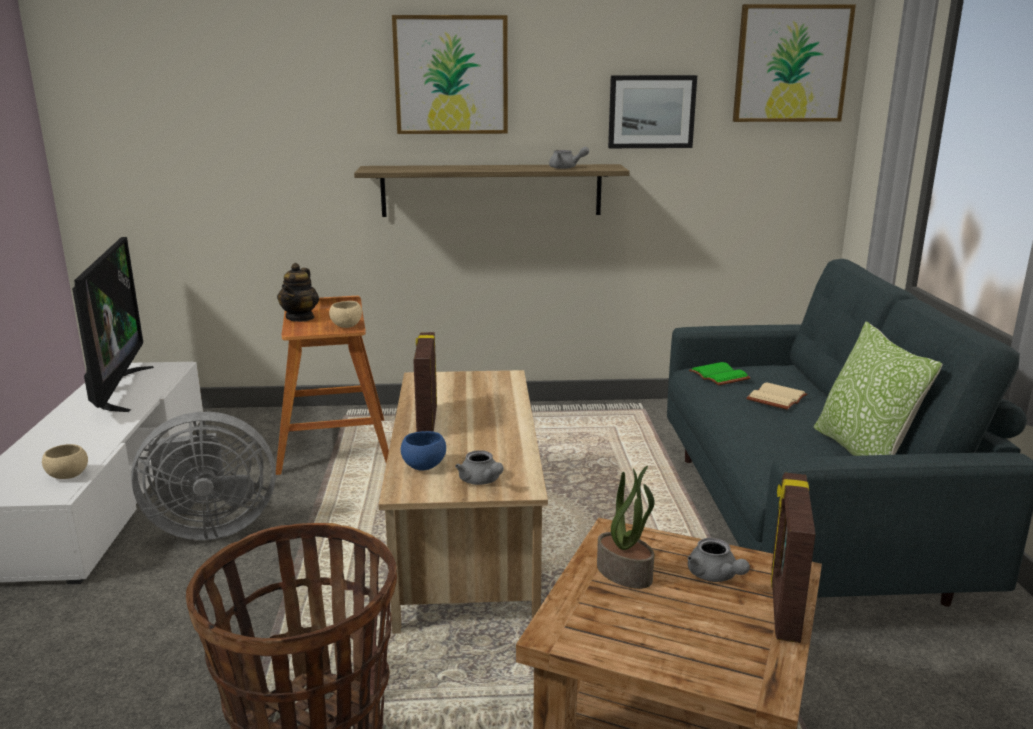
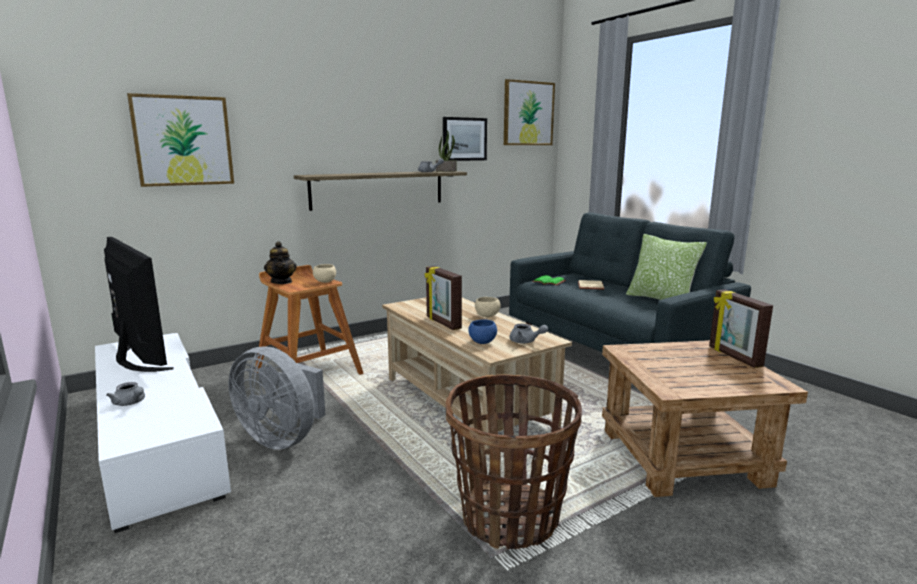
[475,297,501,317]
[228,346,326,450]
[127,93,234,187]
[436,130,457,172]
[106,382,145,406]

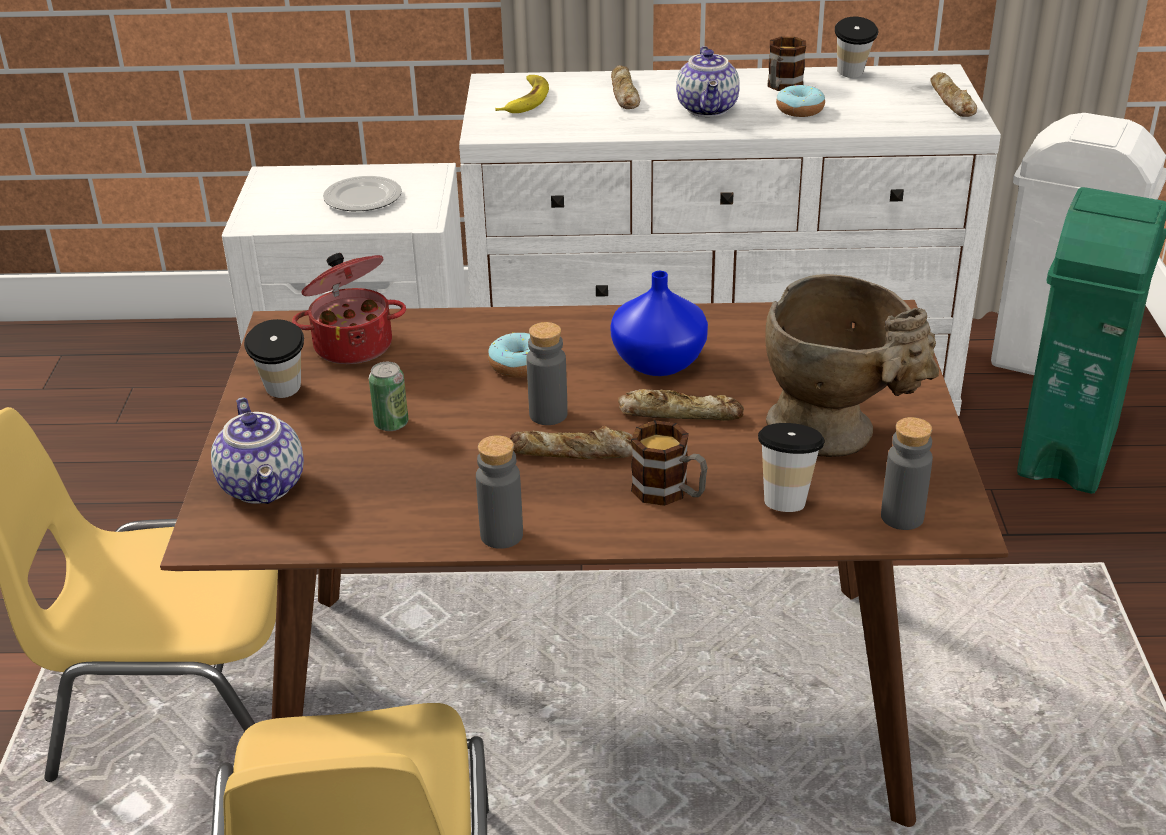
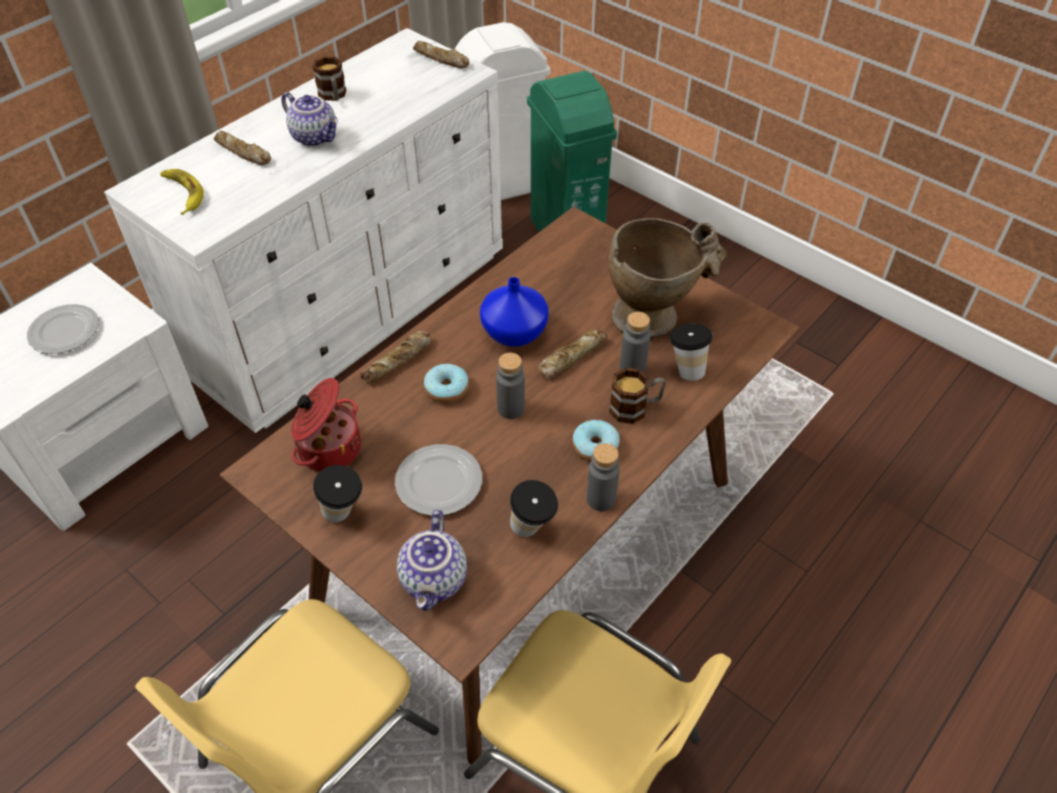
[397,510,467,611]
[395,444,482,516]
[360,331,431,384]
[572,420,620,462]
[510,480,558,537]
[620,312,650,373]

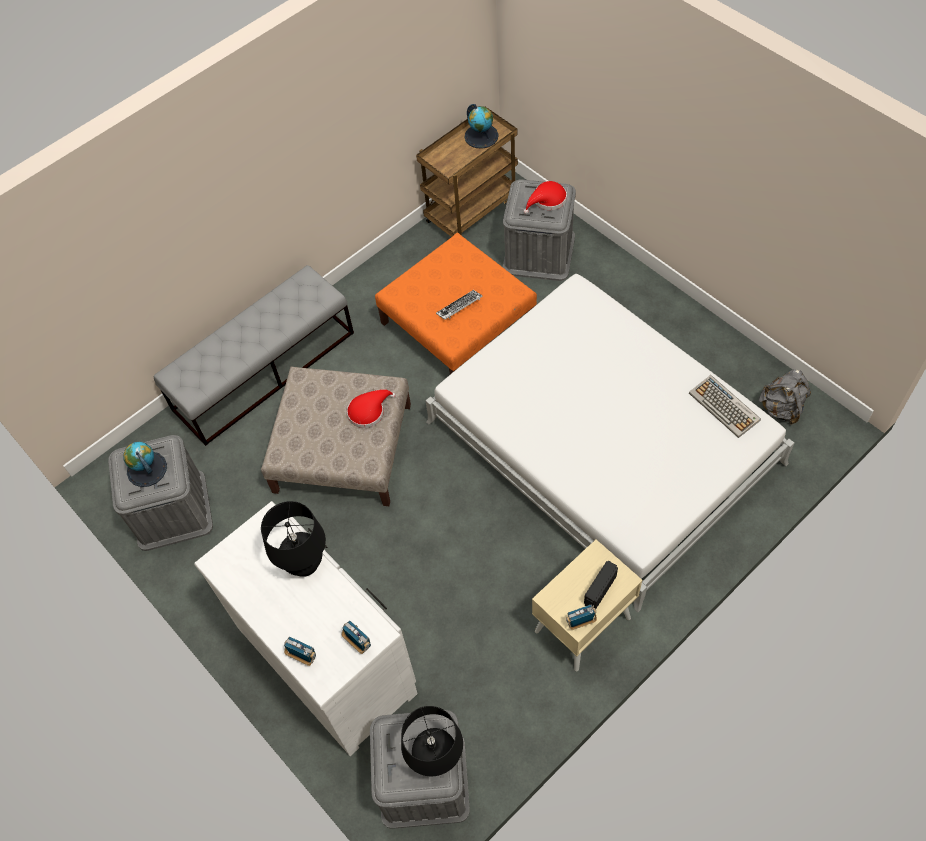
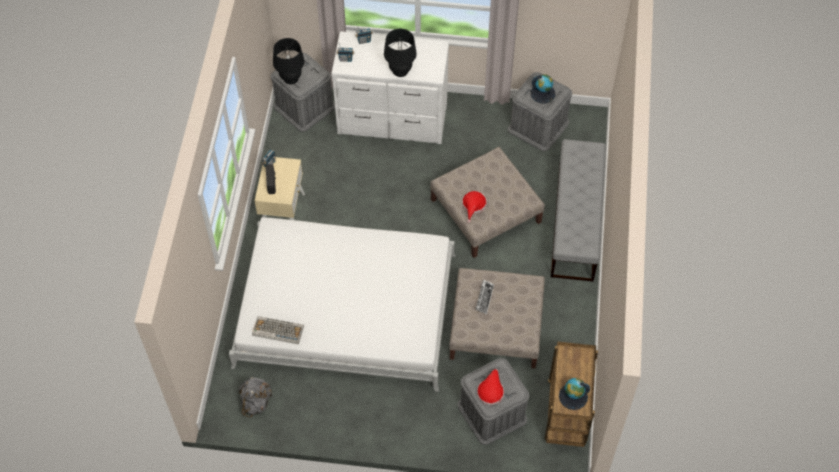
[449,268,545,368]

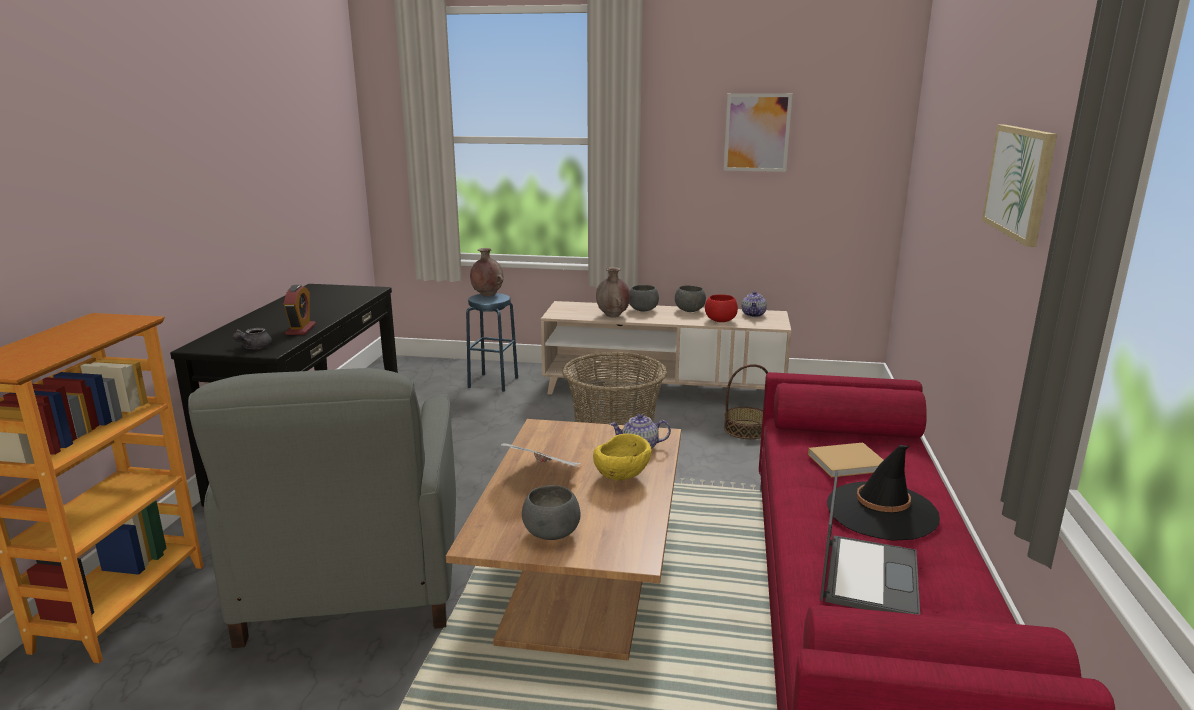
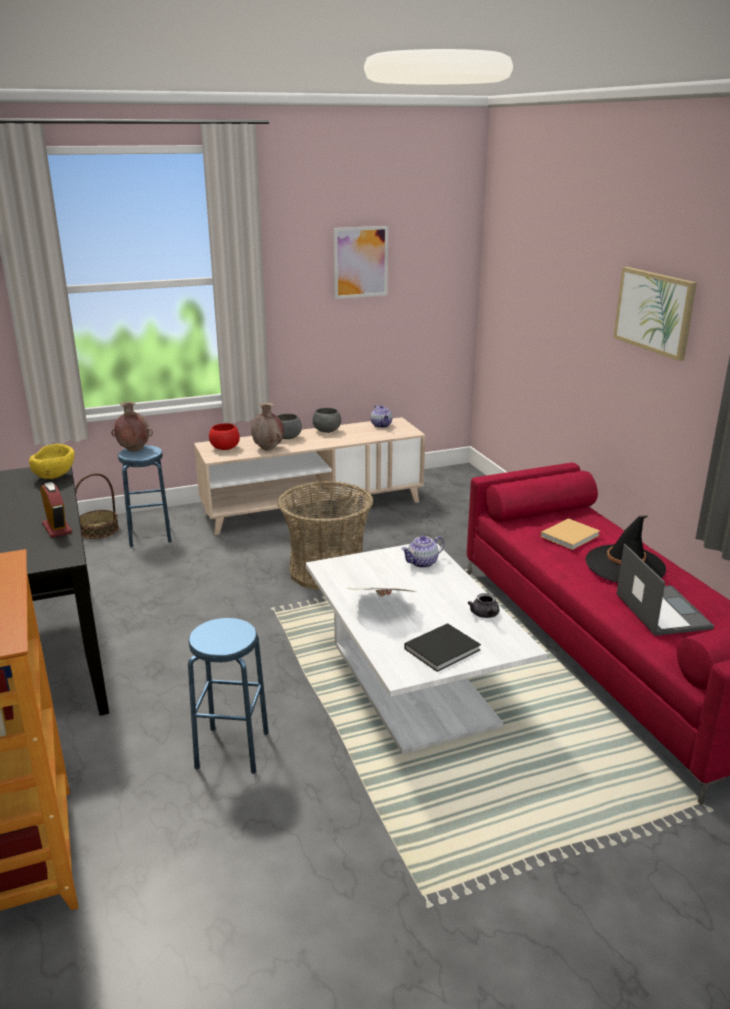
[188,618,269,774]
[468,593,499,618]
[306,544,547,754]
[404,623,481,672]
[29,444,75,479]
[209,423,240,450]
[75,473,119,539]

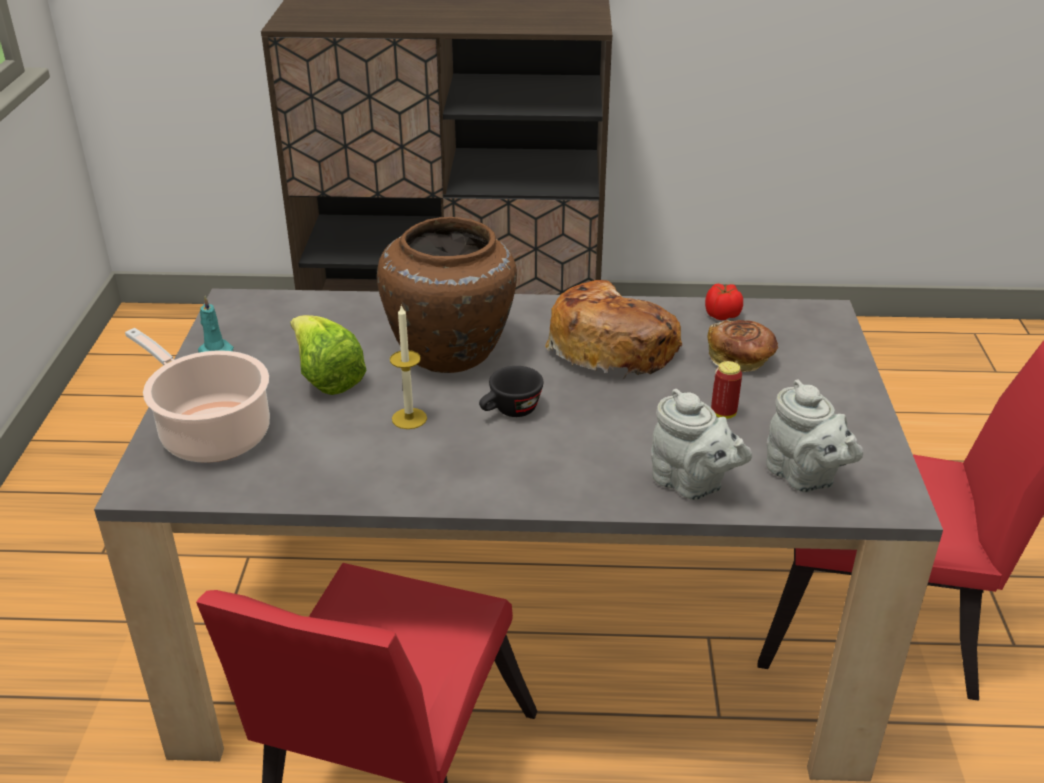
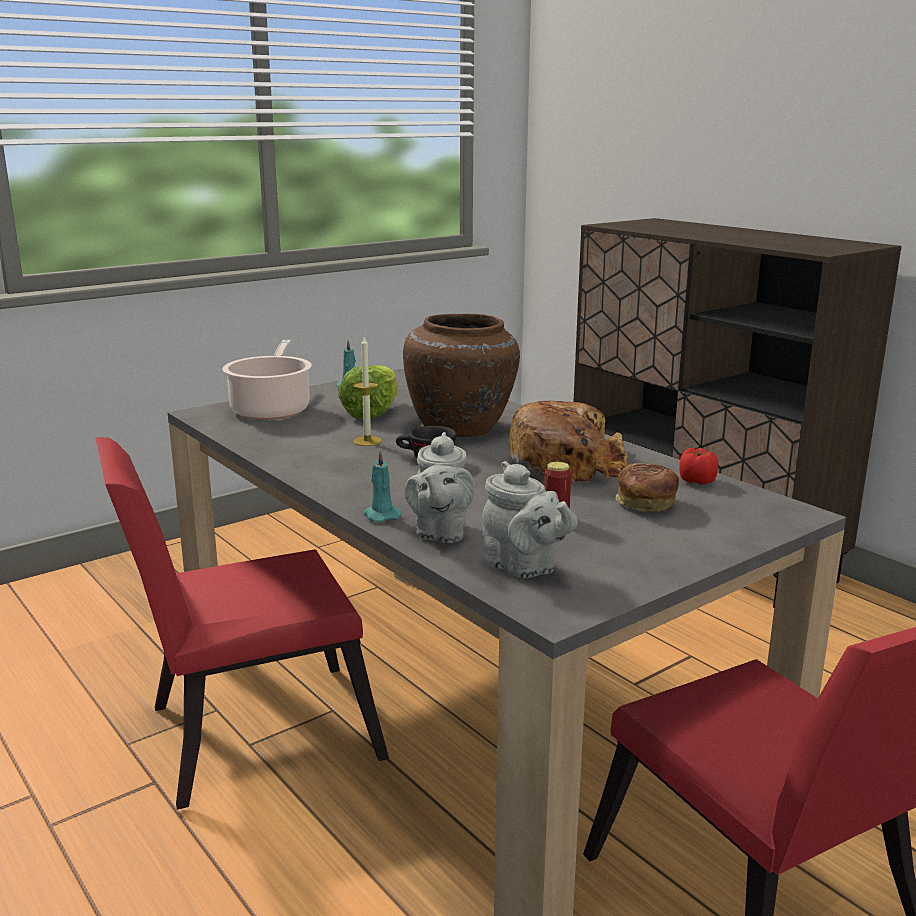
[482,461,578,578]
[364,450,402,522]

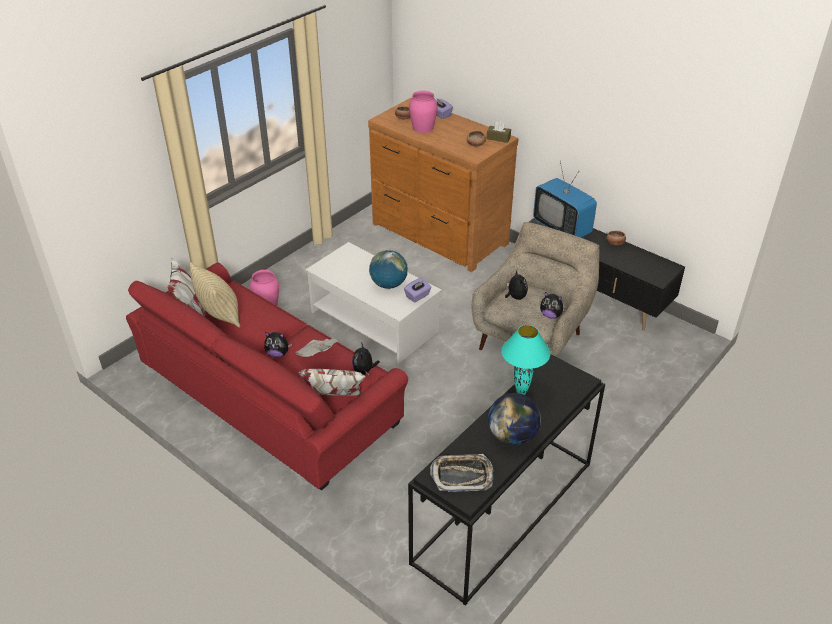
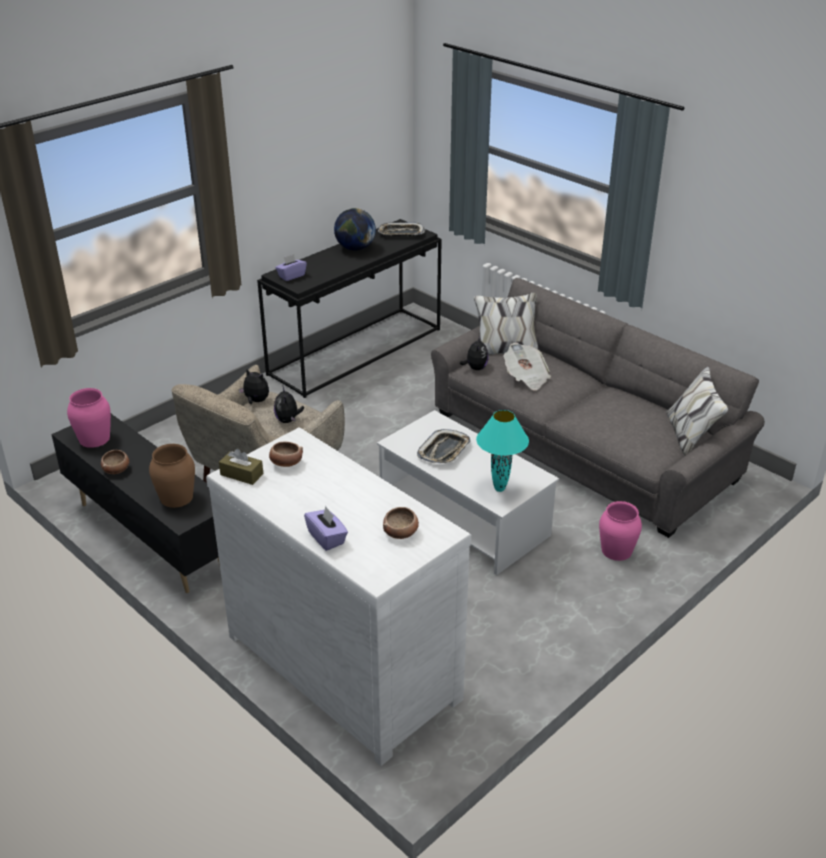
[431,278,765,538]
[189,262,241,328] (first image)
[264,332,292,358] (first image)
[206,427,471,766]
[417,429,471,463]
[275,254,307,281]
[67,388,111,448]
[476,410,529,492]
[149,444,195,508]

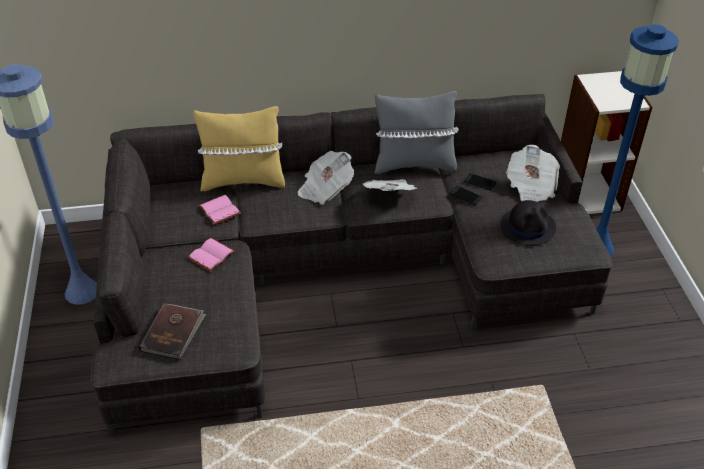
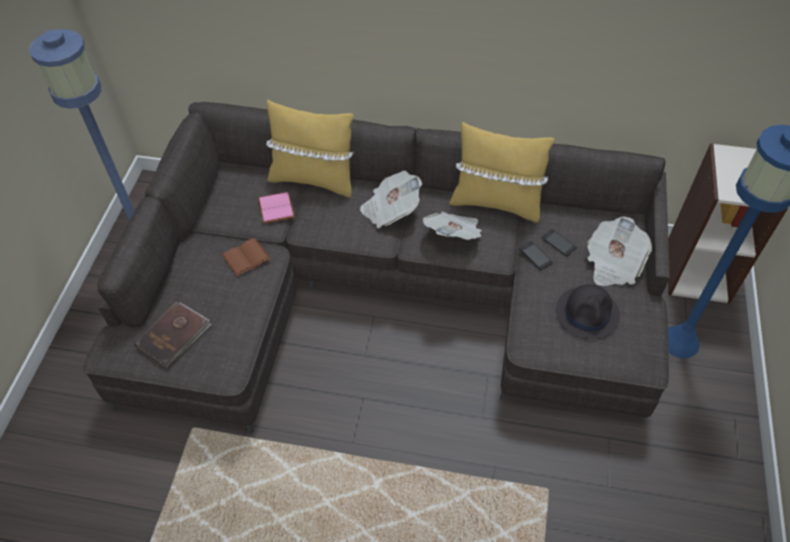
[222,238,270,277]
[449,122,554,223]

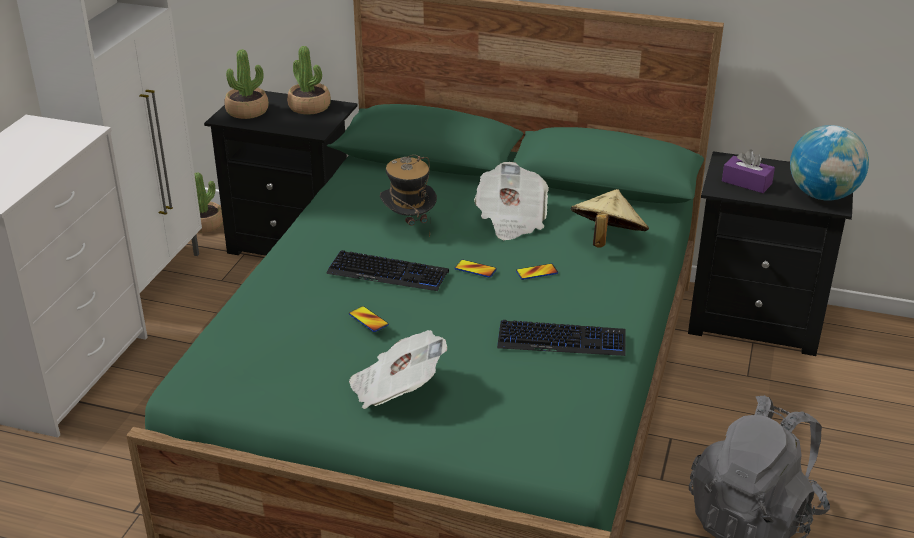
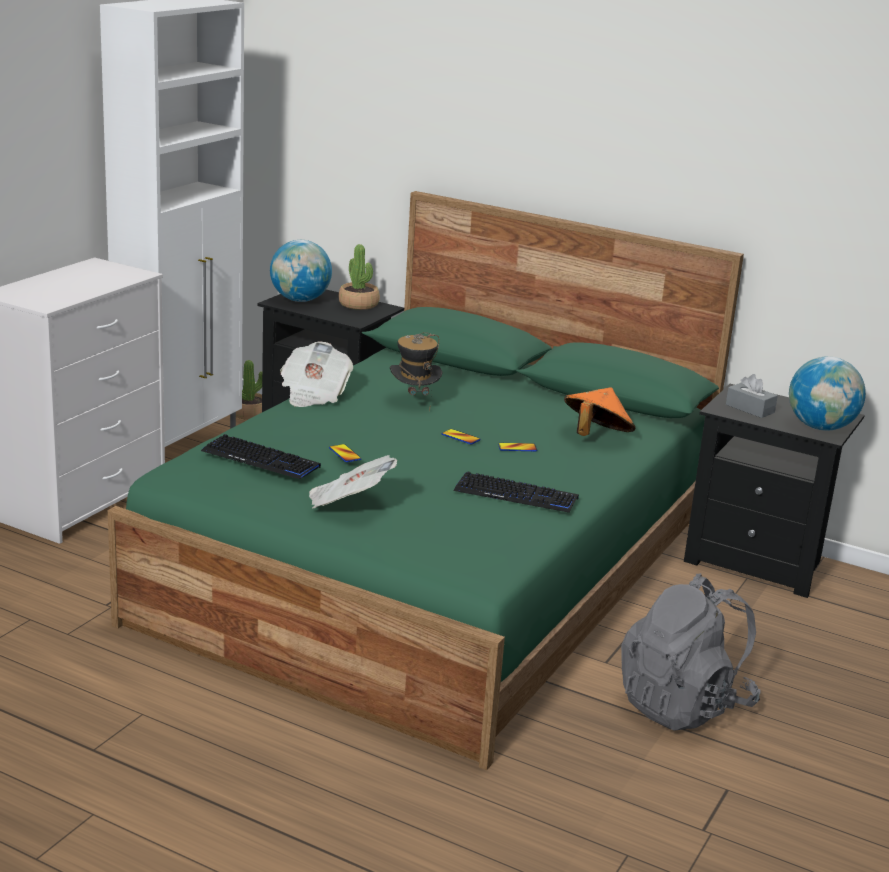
[270,240,332,302]
[201,434,321,479]
[280,341,353,407]
[564,387,636,436]
[726,374,778,418]

